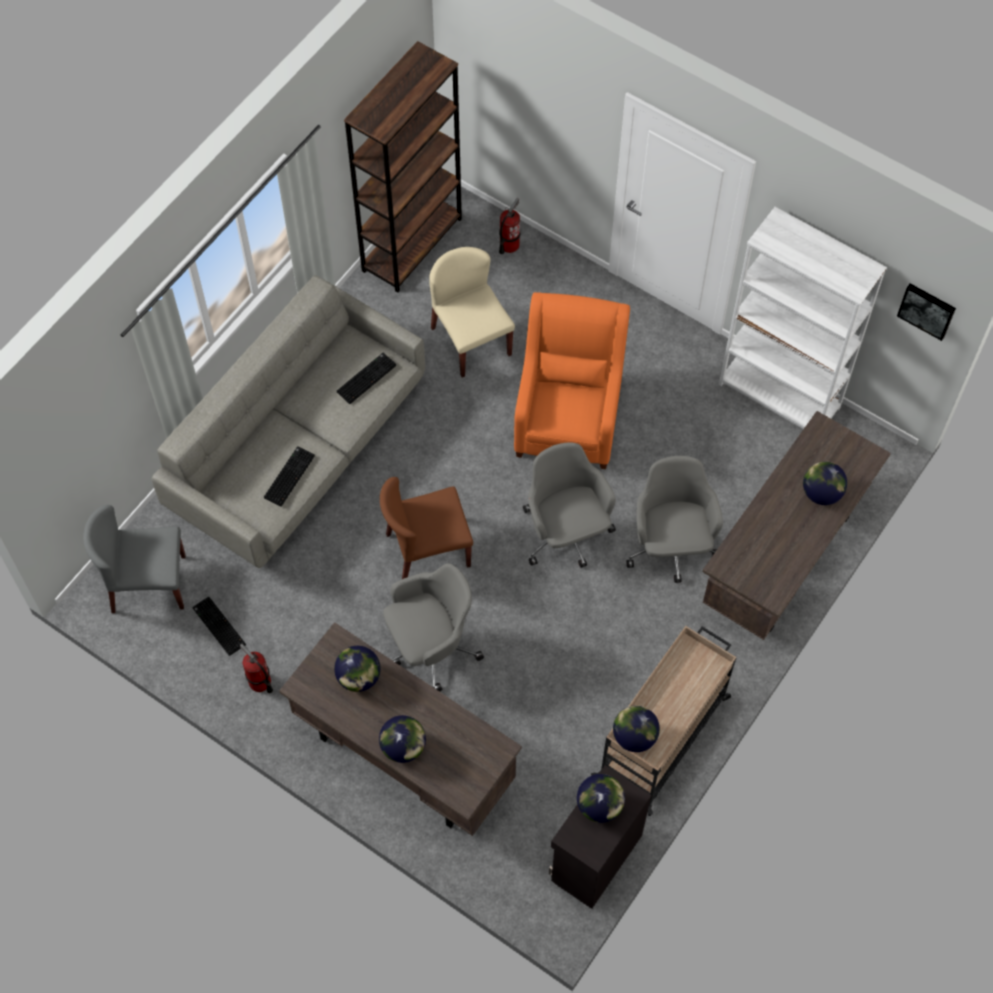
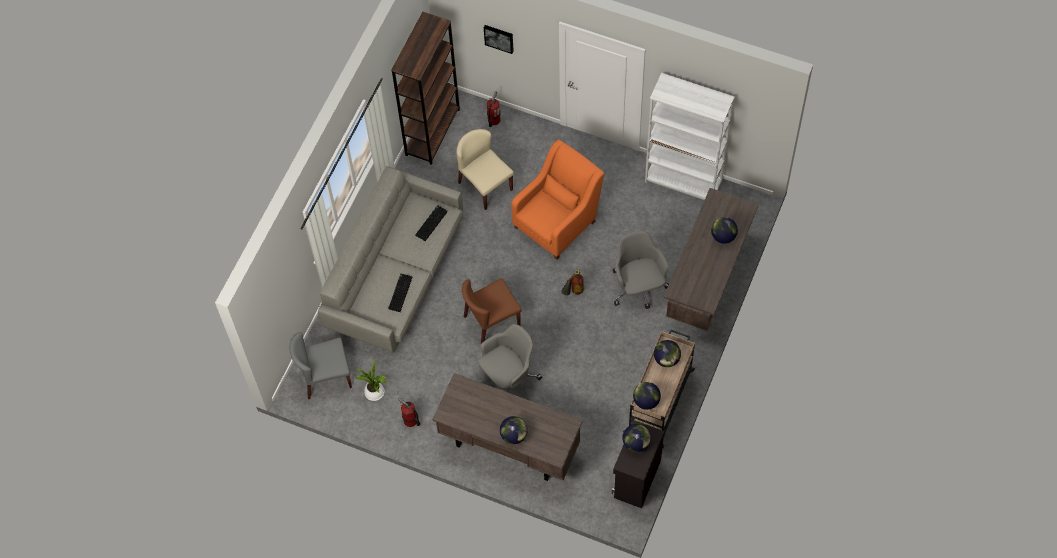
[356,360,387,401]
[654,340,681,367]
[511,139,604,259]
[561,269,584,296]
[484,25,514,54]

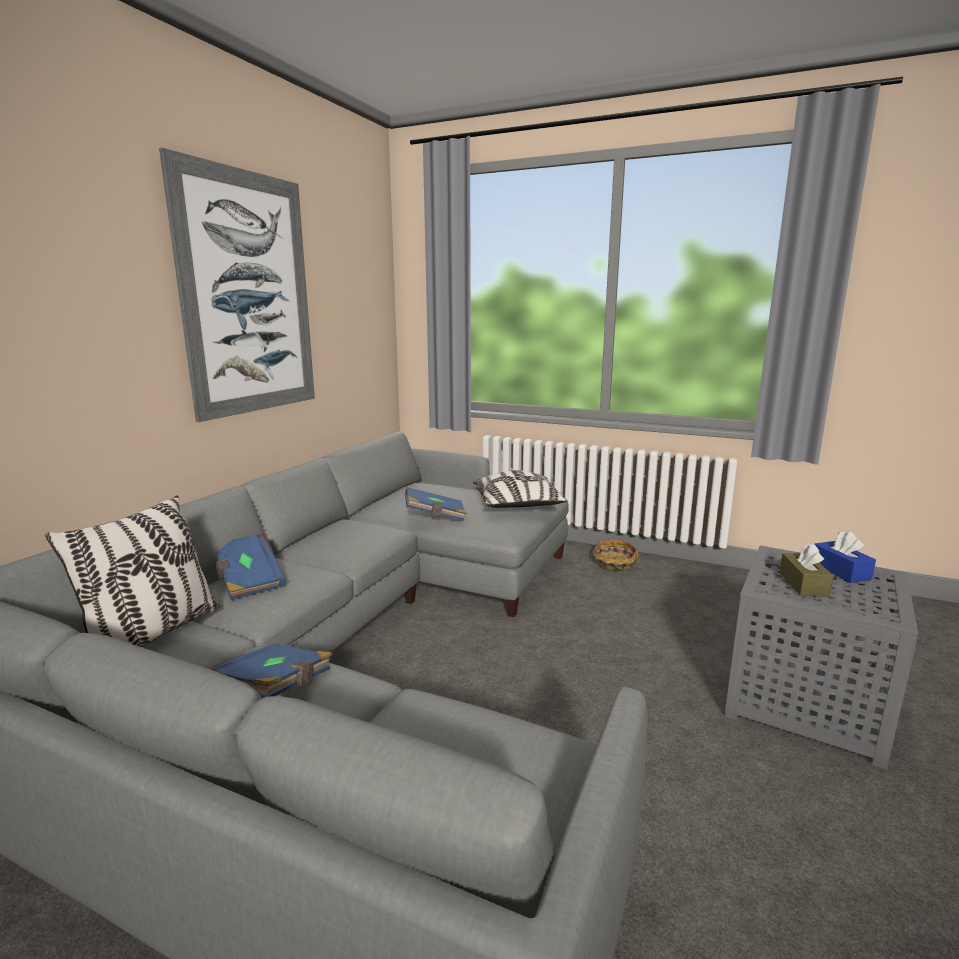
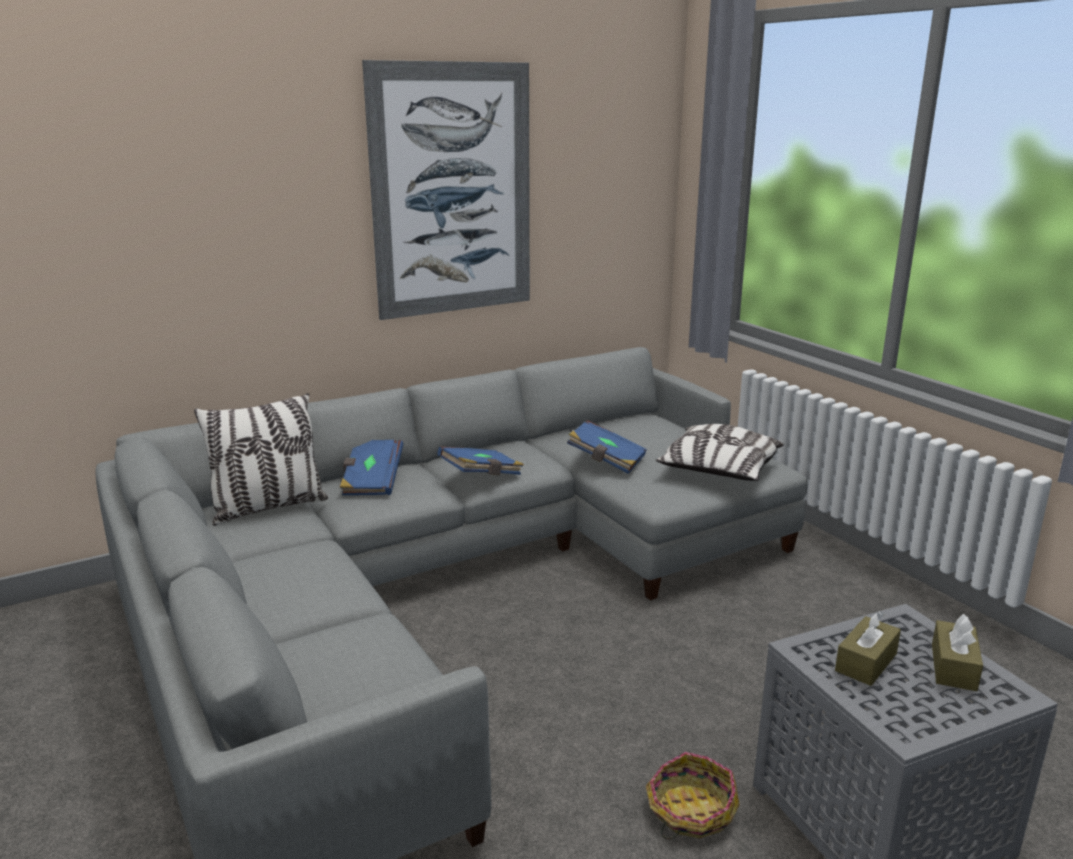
[438,447,524,475]
[646,752,740,839]
[932,614,983,691]

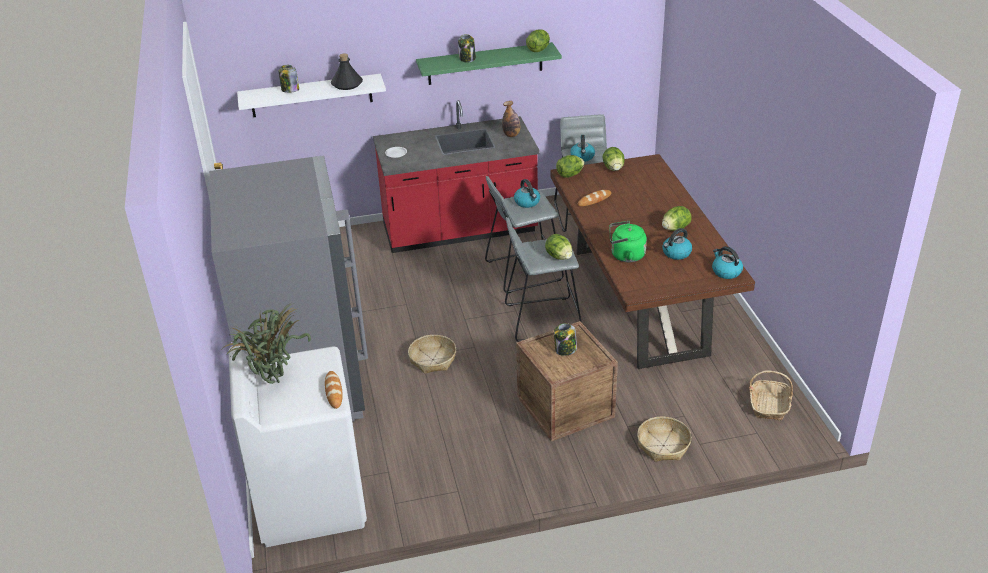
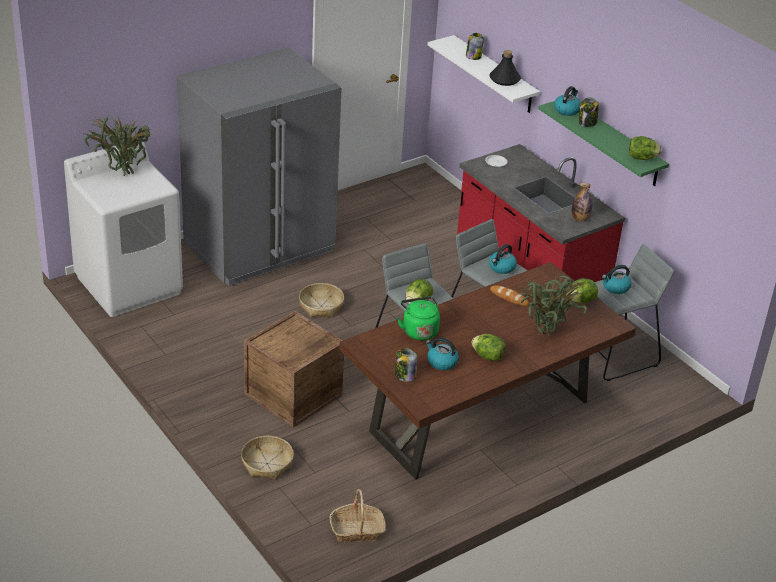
[325,371,343,409] (first image)
[395,348,417,382]
[556,155,585,178] (first image)
[554,86,581,116]
[516,272,587,337]

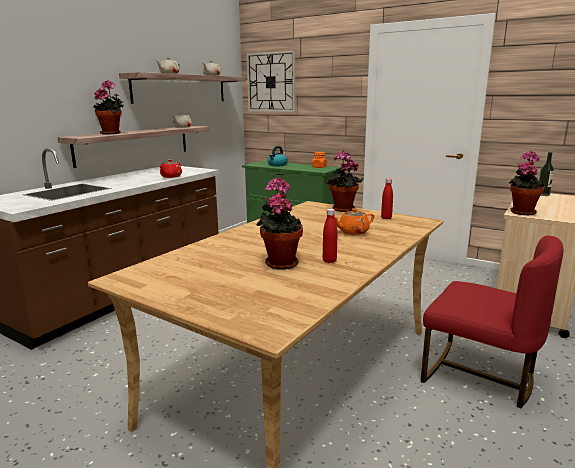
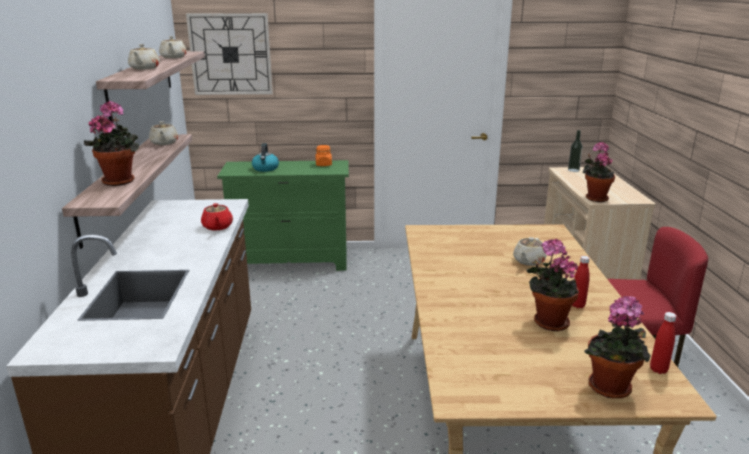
[584,296,651,398]
[513,237,547,266]
[650,312,676,374]

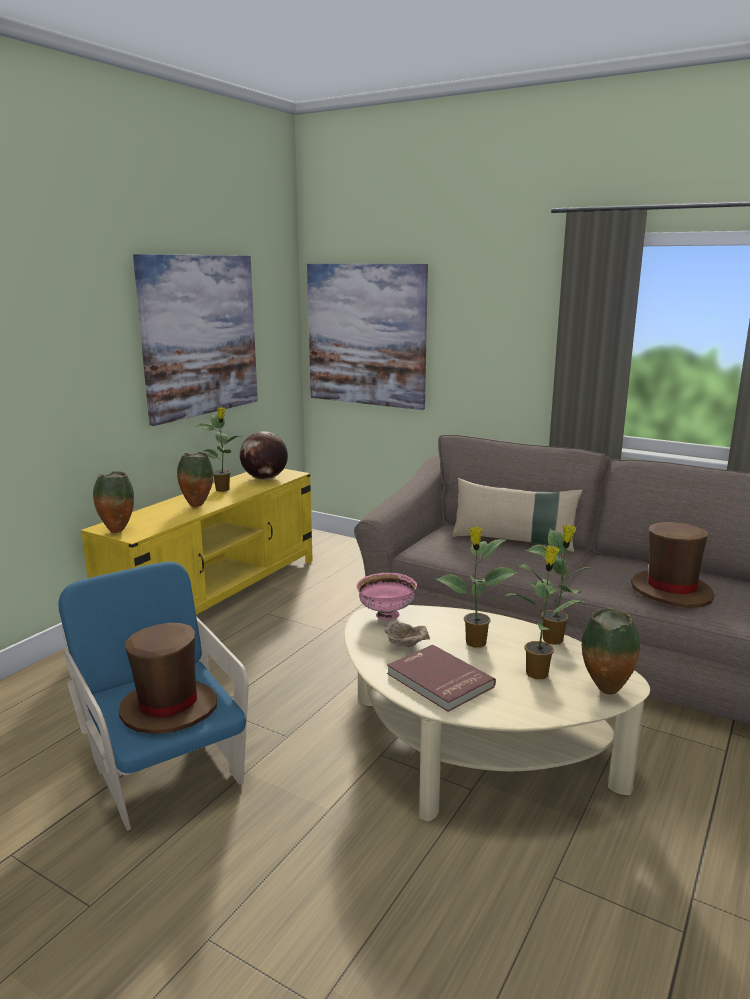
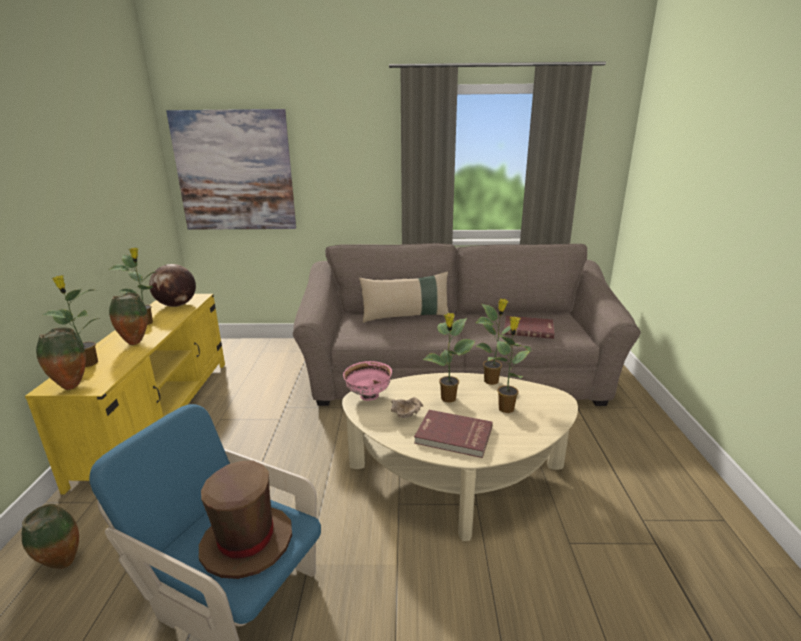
[133,254,258,426] (first image)
[22,504,79,569]
[504,316,555,339]
[43,275,100,367]

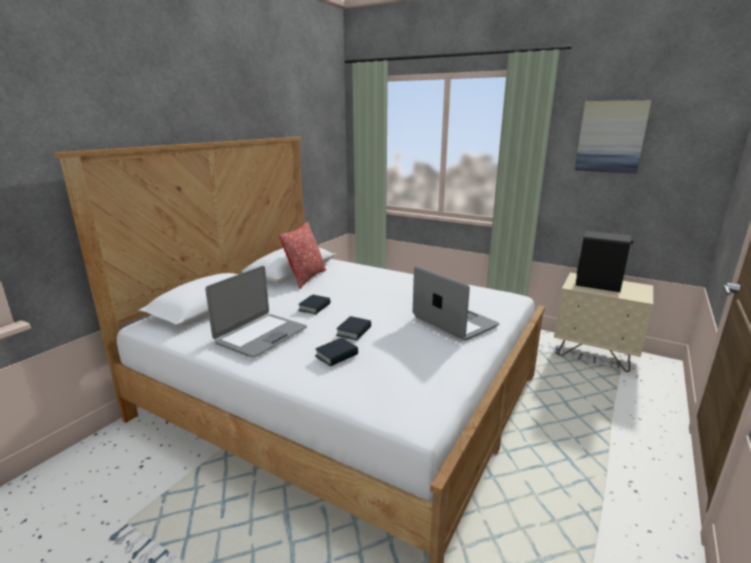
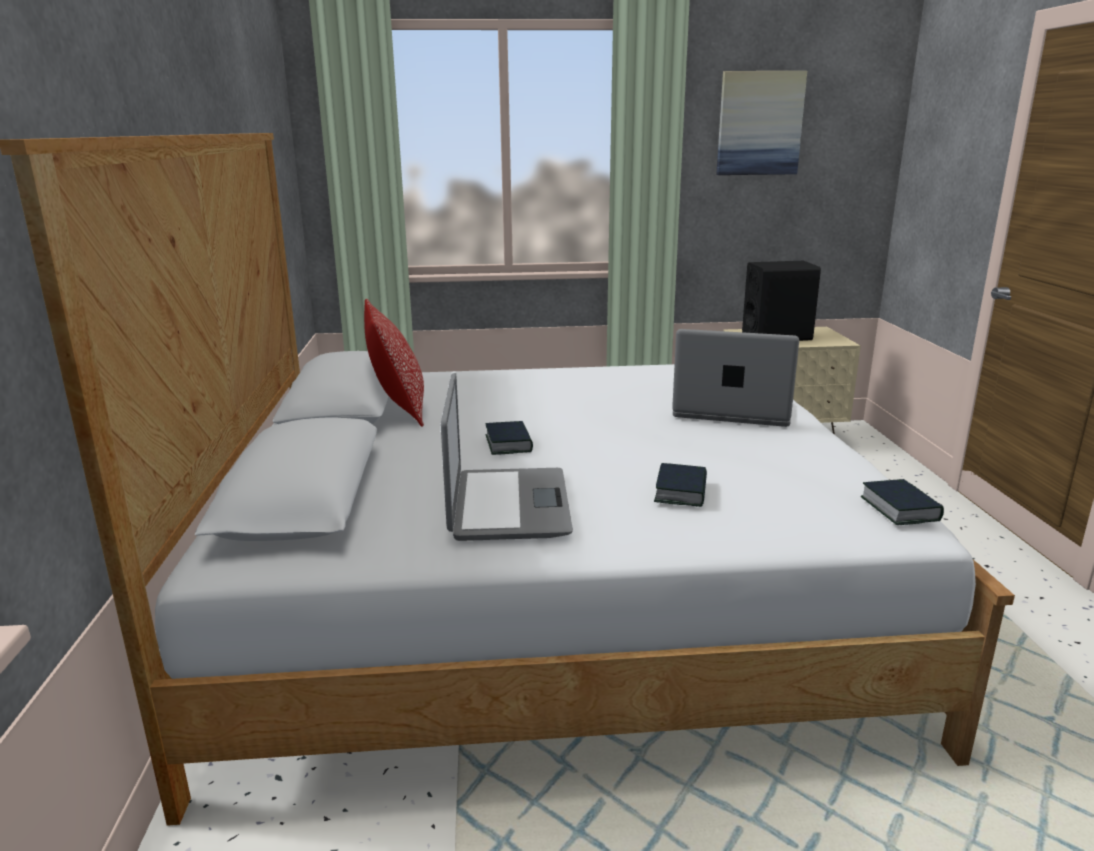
[861,479,944,525]

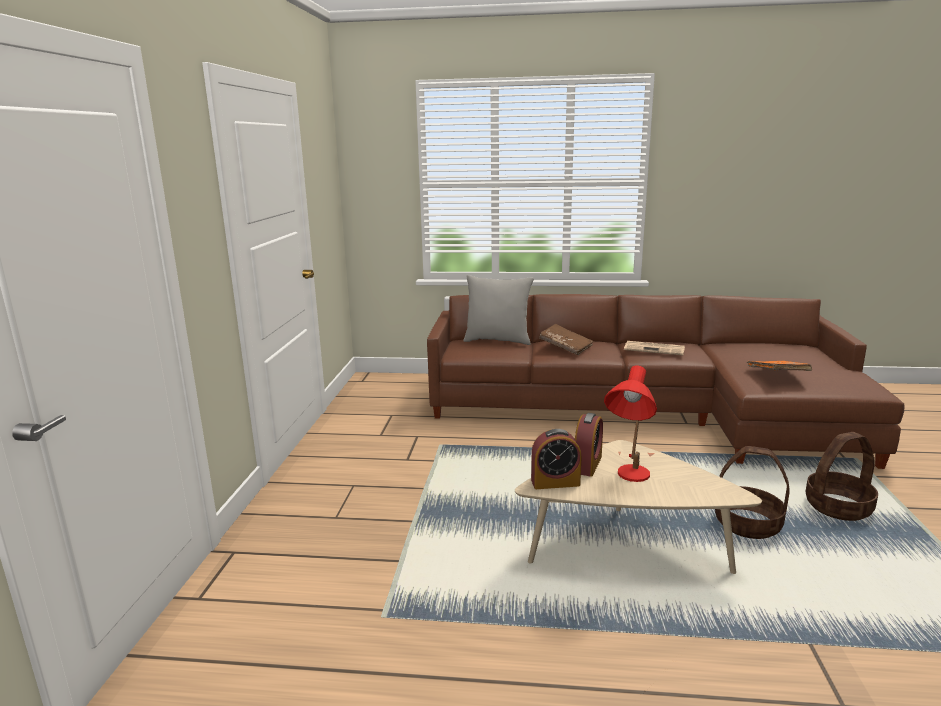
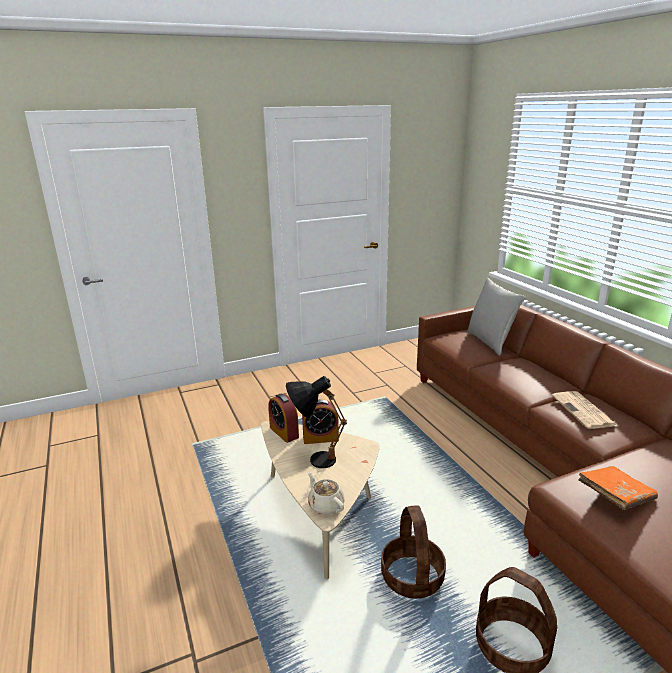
[539,324,594,355] (first image)
[286,376,347,468]
[308,472,345,515]

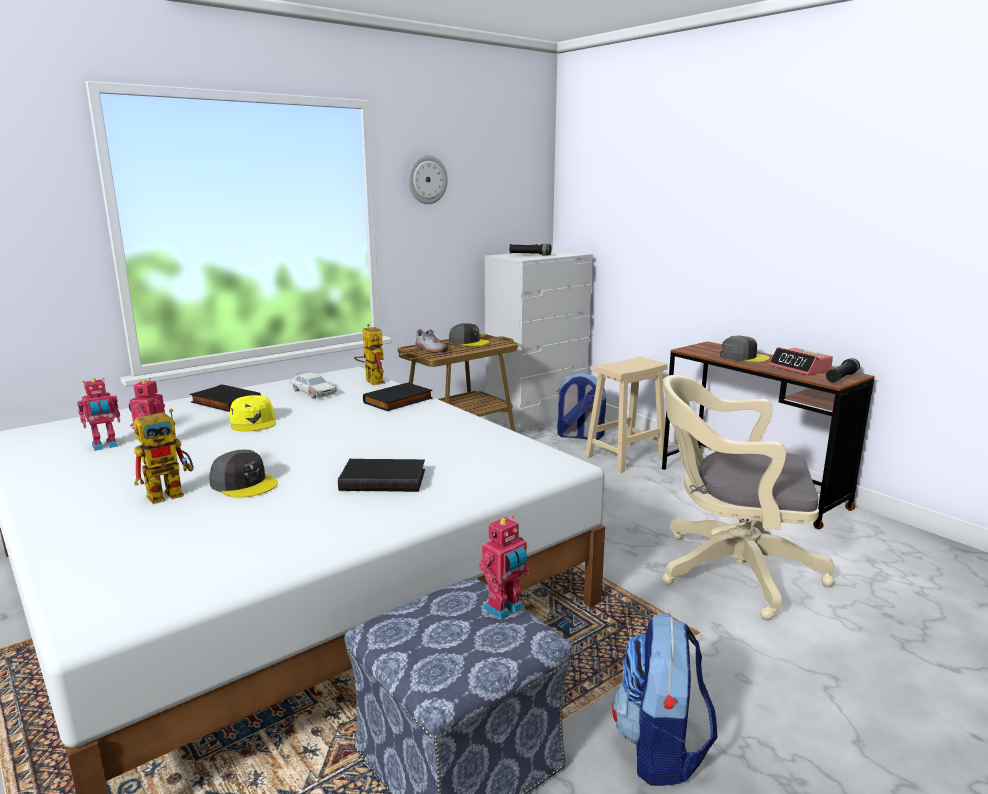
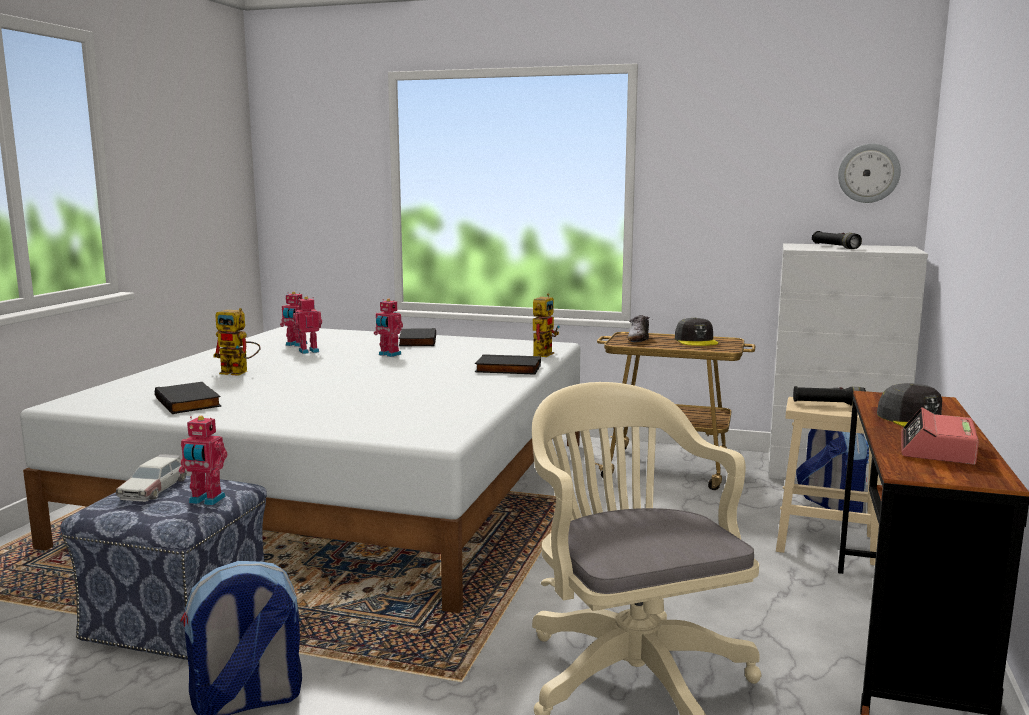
[209,450,278,498] (first image)
[374,299,403,357]
[116,454,188,502]
[155,382,221,414]
[838,144,901,203]
[793,386,866,405]

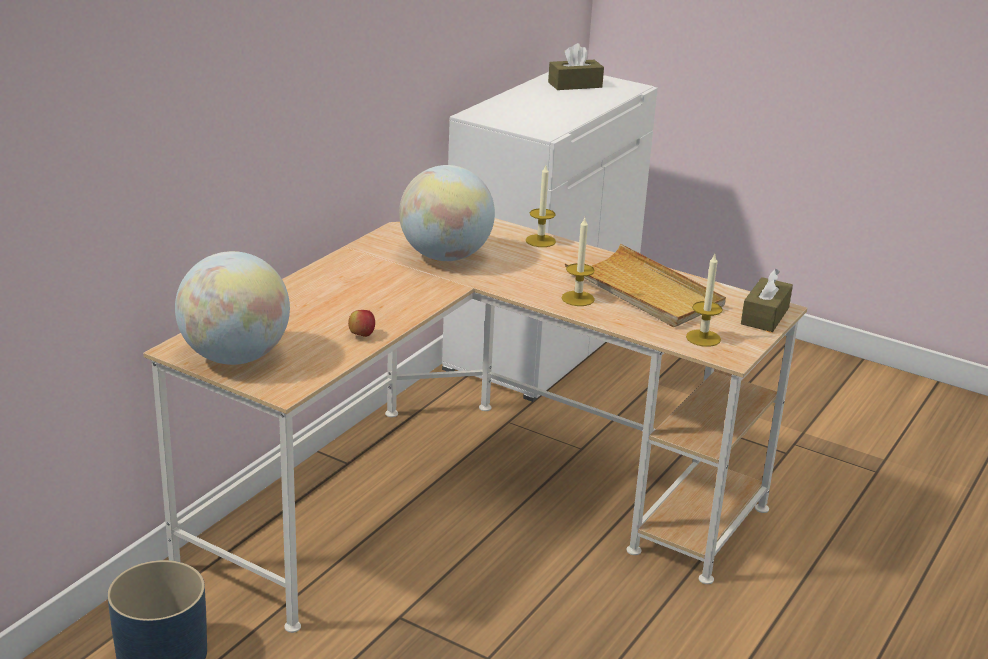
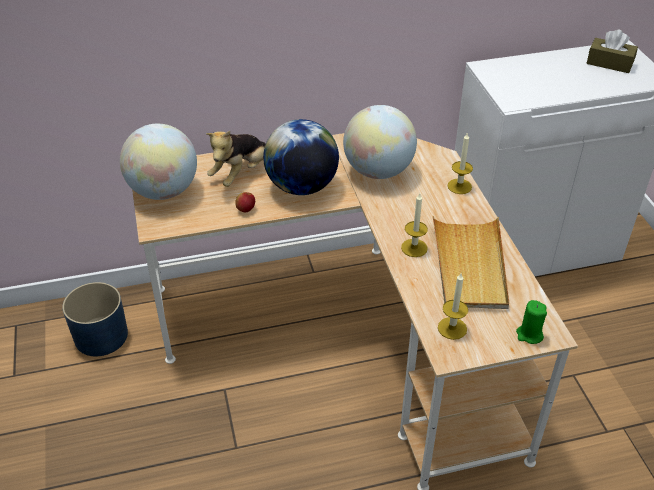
[516,300,547,344]
[206,131,266,187]
[263,119,339,195]

